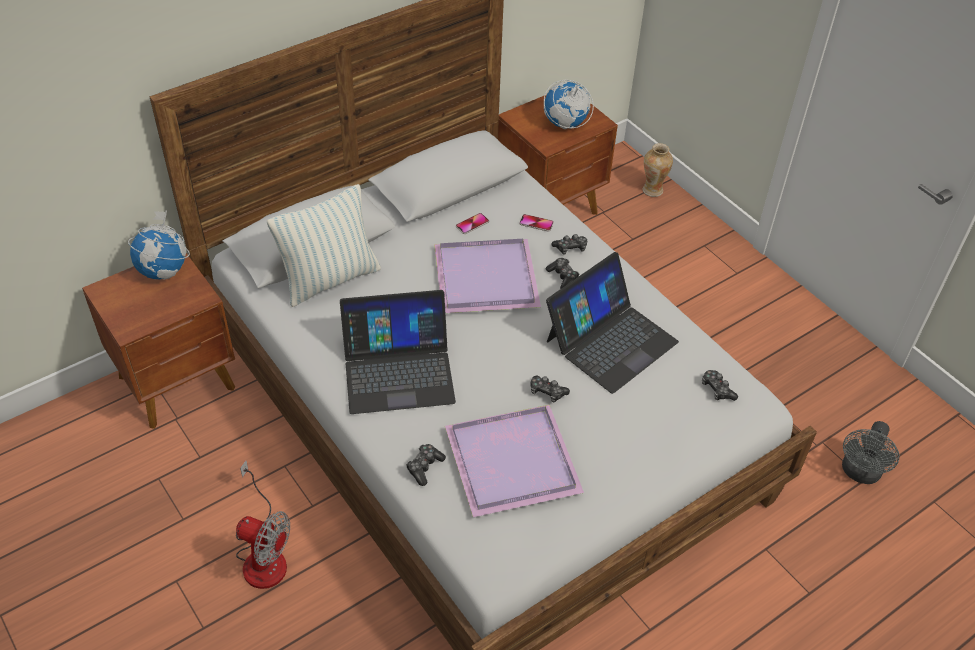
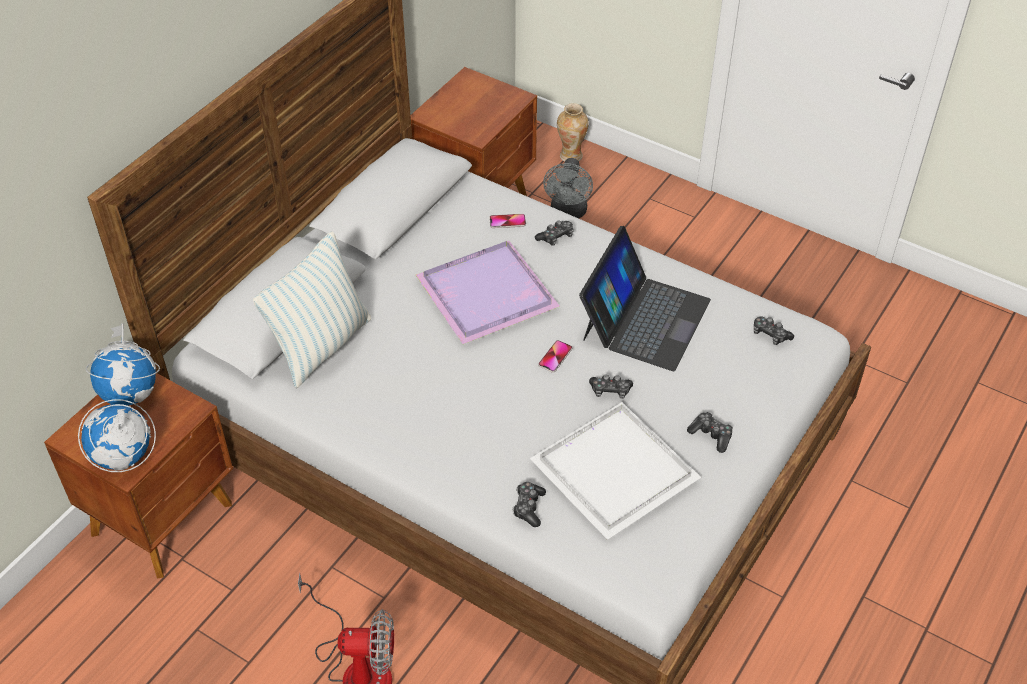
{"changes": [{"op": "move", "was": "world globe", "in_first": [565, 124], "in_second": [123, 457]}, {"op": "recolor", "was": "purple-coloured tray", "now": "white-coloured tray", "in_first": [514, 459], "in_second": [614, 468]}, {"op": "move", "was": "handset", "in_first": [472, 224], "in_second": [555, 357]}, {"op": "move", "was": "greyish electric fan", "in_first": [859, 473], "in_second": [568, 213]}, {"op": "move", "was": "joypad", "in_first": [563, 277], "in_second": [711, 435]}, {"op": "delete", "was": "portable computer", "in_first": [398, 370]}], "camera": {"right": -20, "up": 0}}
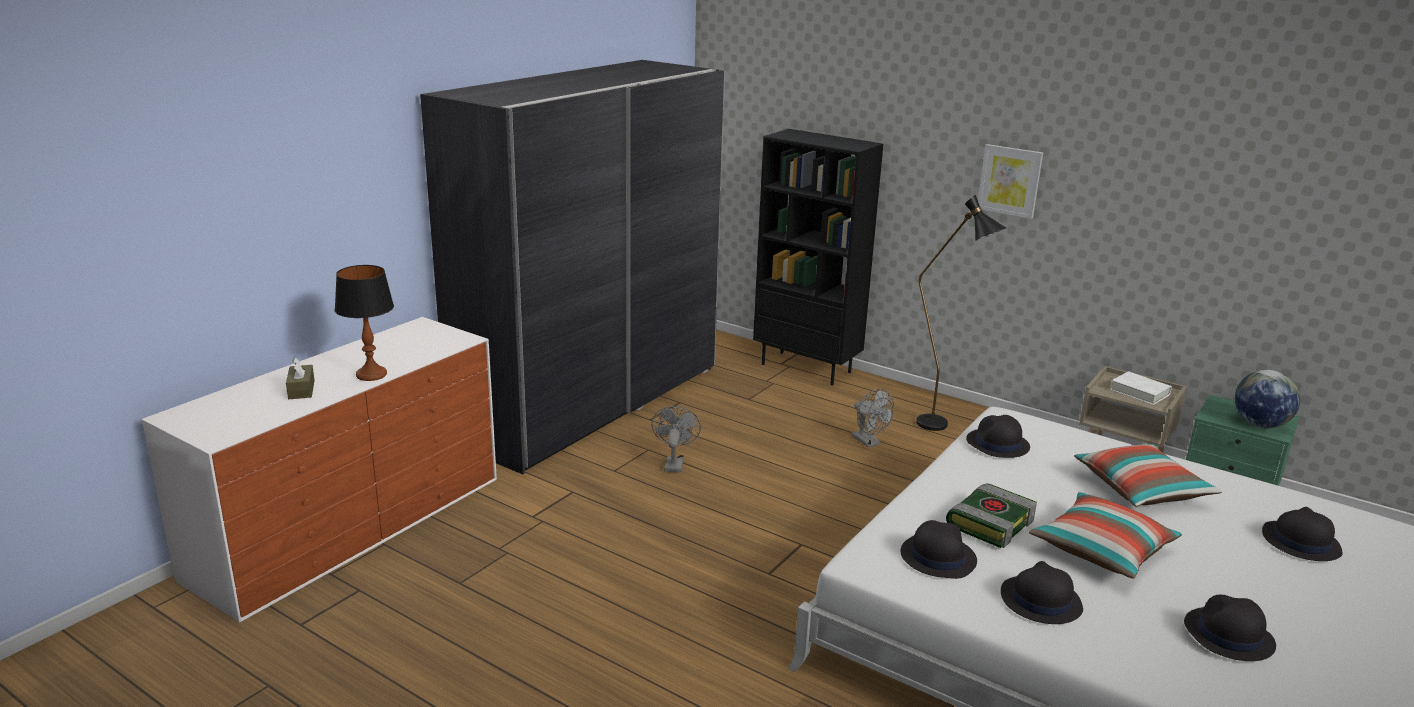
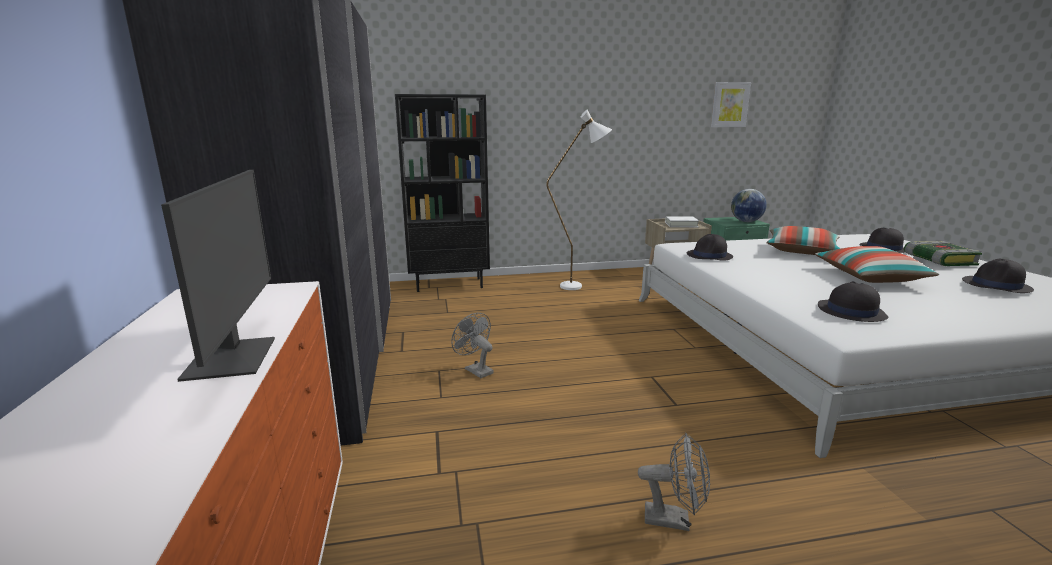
{"changes": [{"op": "replace", "was": "lamp for a table", "now": "computer screen", "in_first": [371, 374], "in_second": [234, 357]}, {"op": "recolor", "was": "blackish floor lamp", "now": "white-coloured floor lamp", "in_first": [942, 427], "in_second": [579, 286]}, {"op": "move", "was": "greyish electric fan", "in_first": [869, 442], "in_second": [674, 520]}, {"op": "move", "was": "picture", "in_first": [1010, 180], "in_second": [730, 105]}, {"op": "move", "was": "bound book", "in_first": [989, 522], "in_second": [938, 260]}, {"op": "delete", "was": "brown tissue holder", "in_first": [301, 389]}, {"op": "delete", "was": "blackish hat", "in_first": [1040, 601]}], "camera": {"right": -45, "up": -5}}
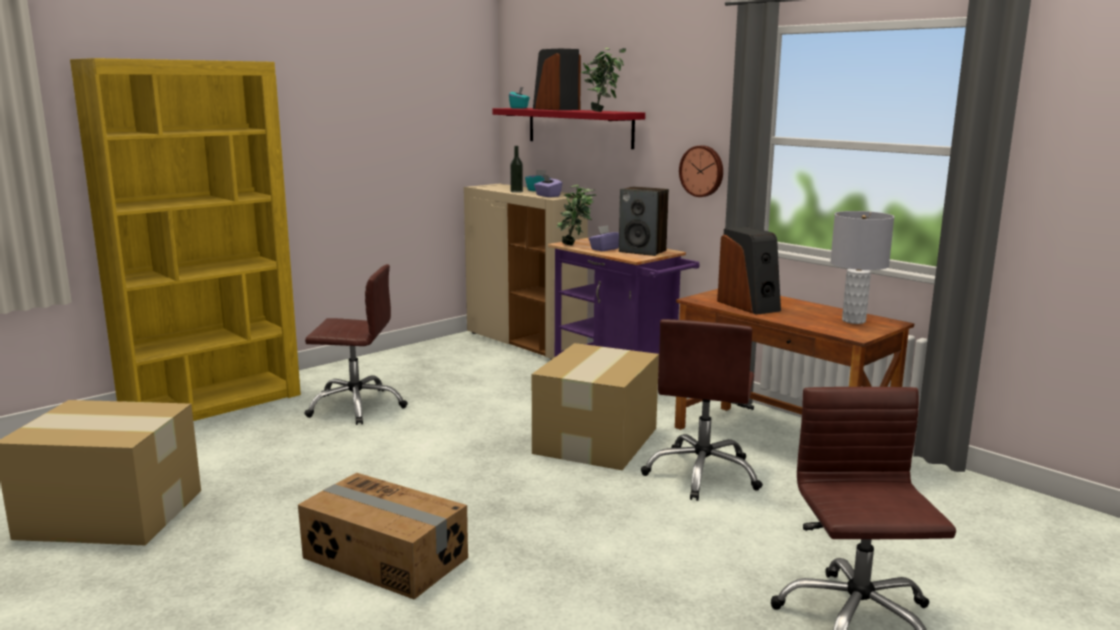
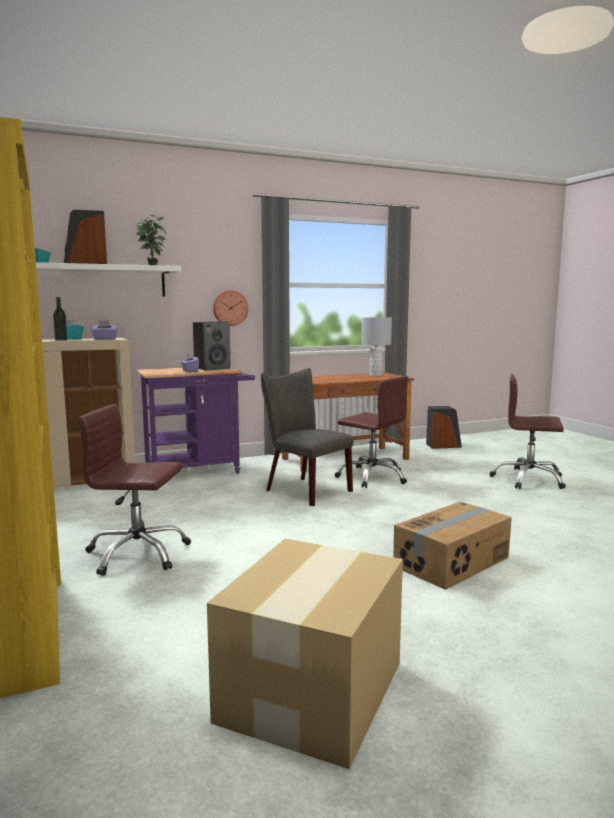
{"changes": [{"op": "recolor", "was": "red wall shelf", "now": "white-coloured wall shelf", "in_first": [579, 127], "in_second": [100, 281]}, {"op": "rotate", "was": "brown office chair", "in_first": [356, 406], "in_second": [137, 554], "clockwise": -105}, {"op": "replace", "was": "cardboard box", "now": "greyish chair", "in_first": [597, 440], "in_second": [303, 490]}, {"op": "move", "was": "audio speaker", "in_first": [749, 305], "in_second": [443, 445]}, {"op": "delete", "was": "houseplant", "in_first": [575, 245]}], "camera": {"right": -70, "up": -5}}
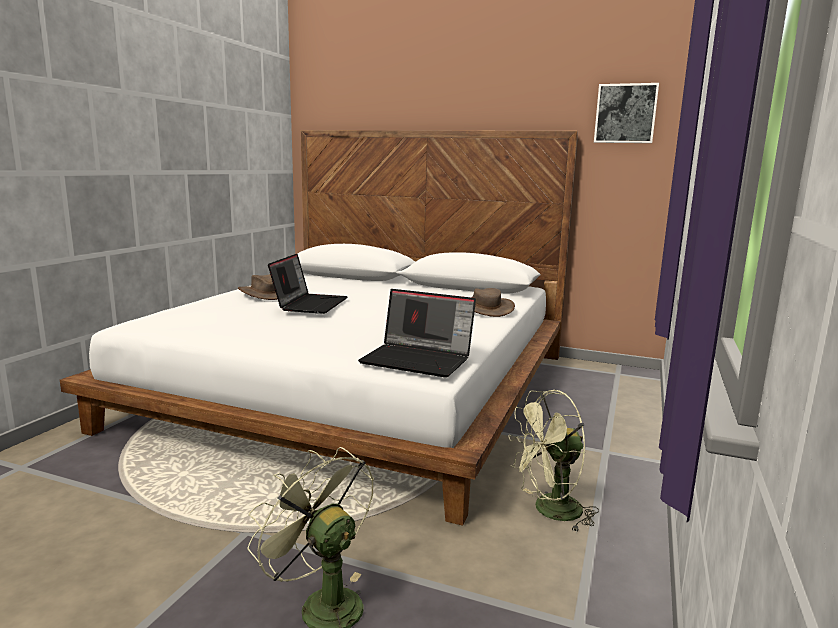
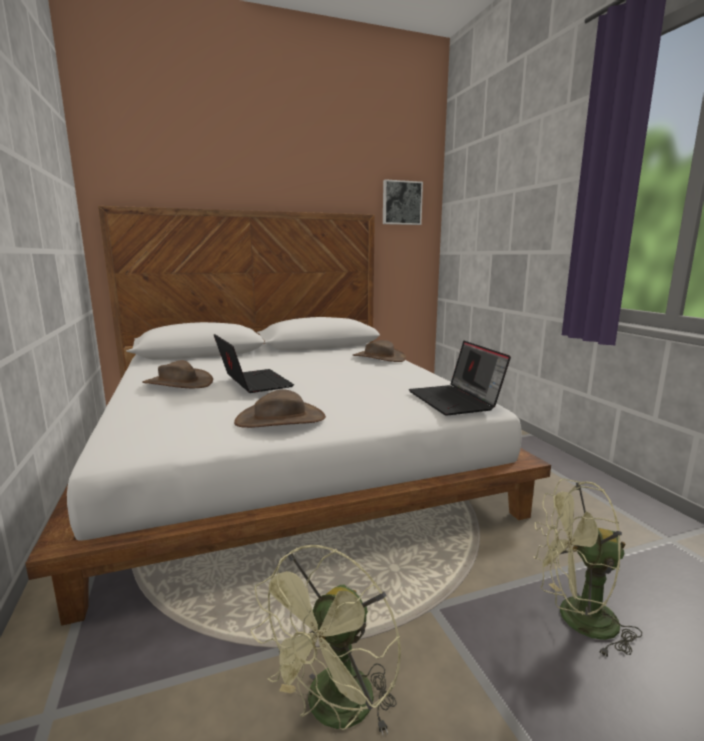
{"changes": [{"op": "insert", "now": "brown hat", "in_second": [280, 419]}, {"op": "move", "was": "green-coloured electric fan", "in_first": [549, 511], "in_second": [334, 712]}, {"op": "rotate", "was": "portable computer", "in_first": [419, 359], "in_second": [456, 400], "clockwise": 90}], "camera": {"right": -40, "up": 0}}
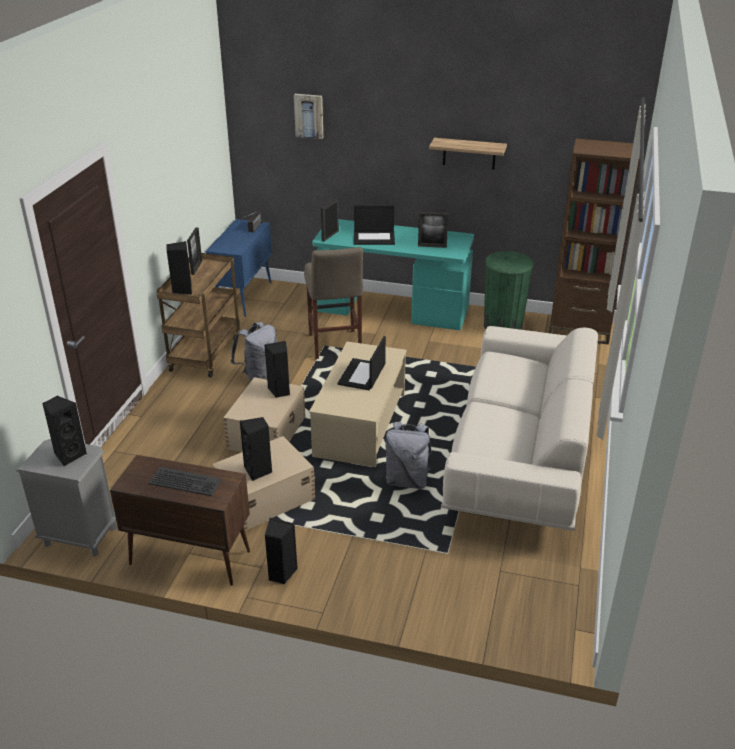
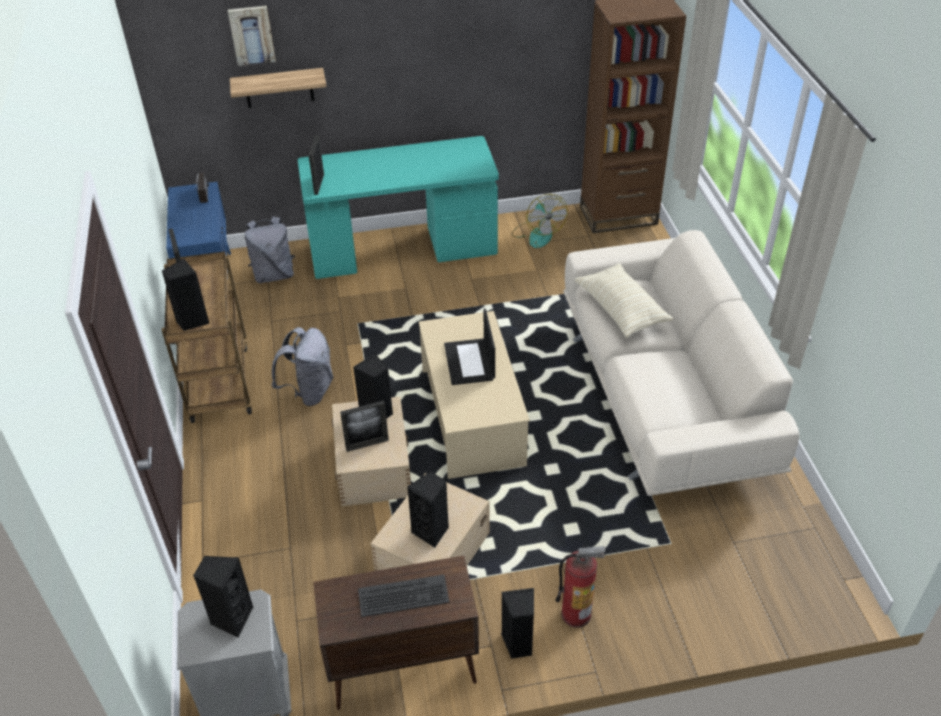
{"changes": [{"op": "move", "was": "wall shelf", "in_first": [469, 153], "in_second": [279, 88]}, {"op": "move", "was": "greyish backpack", "in_first": [407, 480], "in_second": [274, 275]}, {"op": "move", "was": "standing frame", "in_first": [432, 246], "in_second": [367, 444]}, {"op": "replace", "was": "green-coloured rubbish bin", "now": "electric fan", "in_first": [503, 326], "in_second": [537, 234]}, {"op": "insert", "now": "fire extinguisher", "in_second": [576, 614]}, {"op": "insert", "now": "beige throw pillow", "in_second": [621, 310]}, {"op": "delete", "was": "beige stool", "in_first": [335, 346]}, {"op": "delete", "was": "portable computer", "in_first": [374, 238]}], "camera": {"right": -25, "up": 10}}
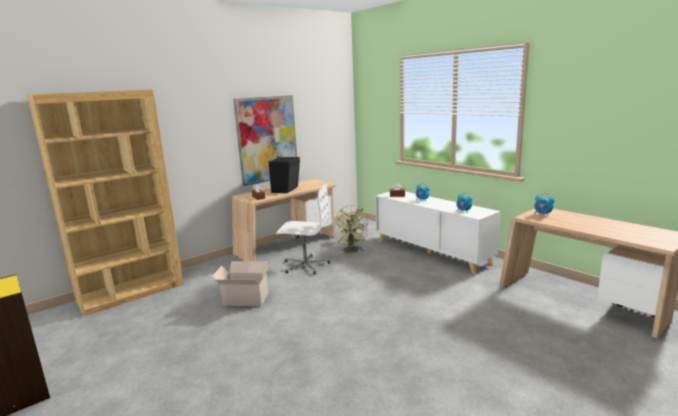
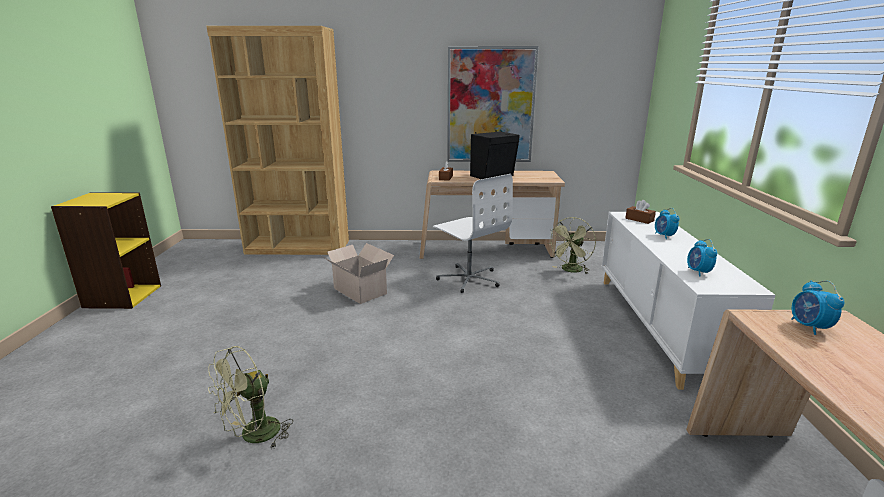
{"changes": [{"op": "move", "was": "green-coloured electric fan", "in_first": [351, 251], "in_second": [253, 436]}], "camera": {"right": 40, "up": 5}}
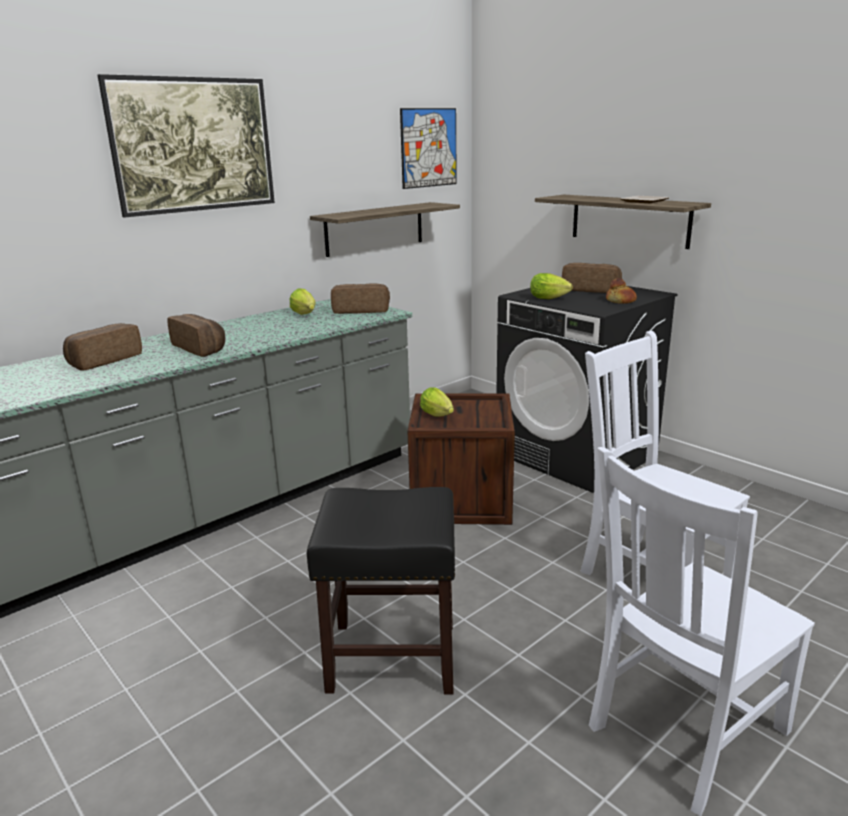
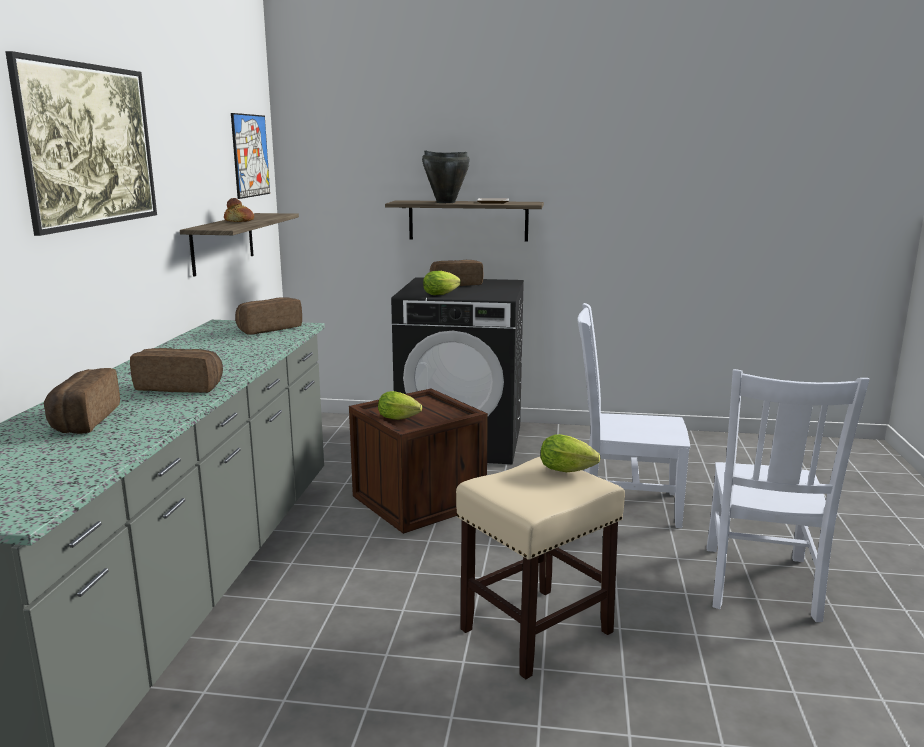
{"changes": [{"op": "move", "was": "baked bread", "in_first": [621, 301], "in_second": [239, 221]}, {"op": "insert", "now": "blackish saucepot", "in_second": [445, 202]}, {"op": "recolor", "was": "blackish stool", "now": "beige stool", "in_first": [390, 657], "in_second": [535, 631]}, {"op": "move", "was": "lettuce", "in_first": [305, 315], "in_second": [570, 471]}], "camera": {"right": -40, "up": -5}}
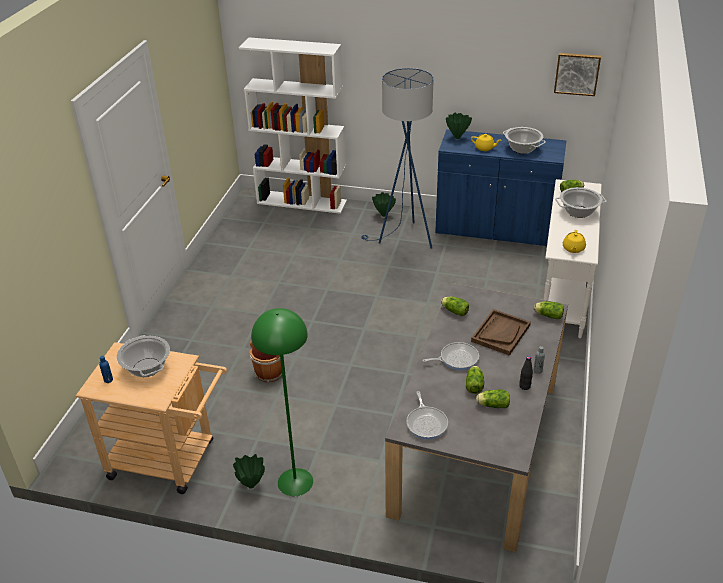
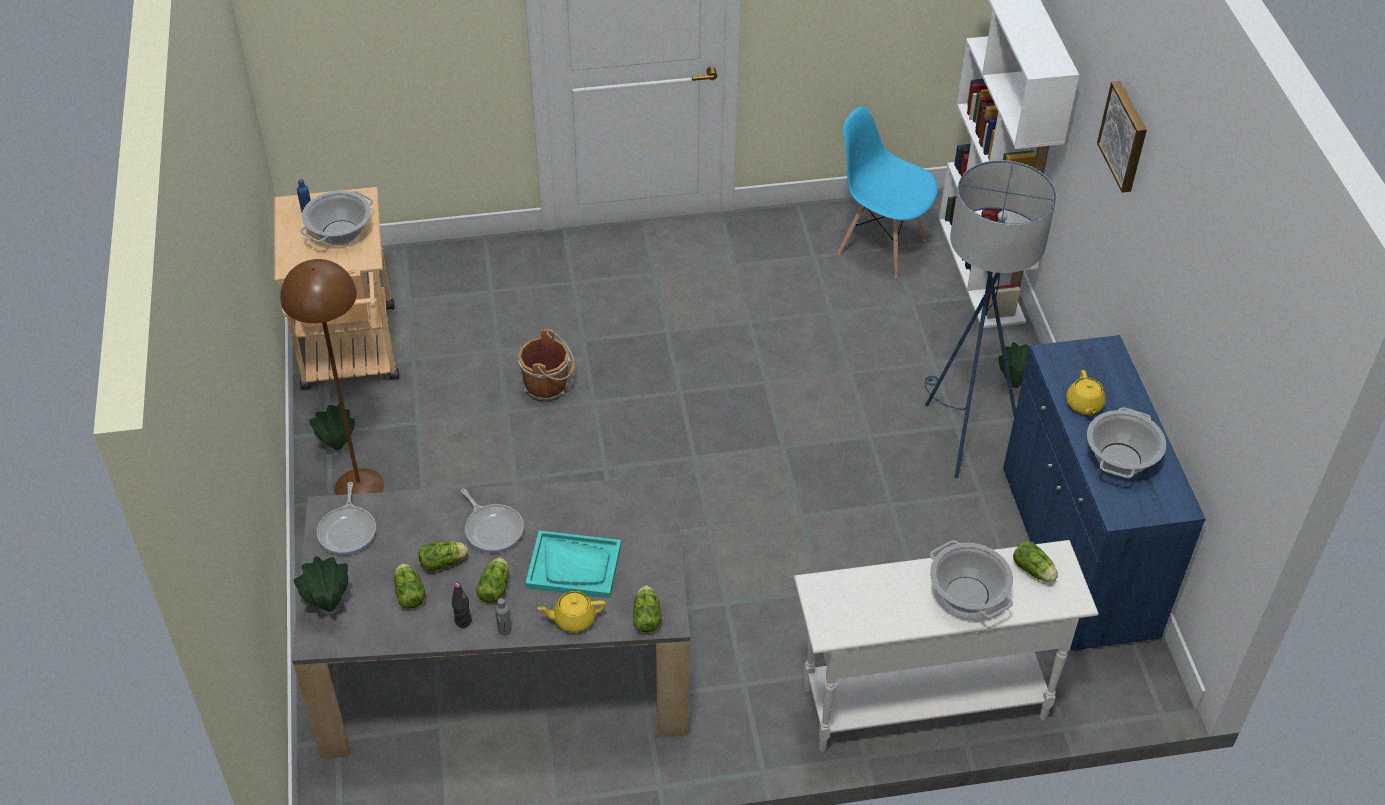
{"changes": [{"op": "recolor", "was": "green-coloured floor lamp", "now": "brown floor lamp", "in_first": [295, 482], "in_second": [358, 486]}, {"op": "move", "was": "green-coloured flower vase", "in_first": [457, 137], "in_second": [329, 606]}, {"op": "rotate", "was": "frying pan", "in_first": [426, 423], "in_second": [348, 530], "clockwise": -60}, {"op": "move", "was": "lettuce", "in_first": [454, 311], "in_second": [495, 586]}, {"op": "recolor", "was": "brown tray", "now": "turquoise-coloured tray", "in_first": [500, 333], "in_second": [574, 566]}, {"op": "move", "was": "yellowish pot for tea", "in_first": [573, 248], "in_second": [573, 619]}, {"op": "insert", "now": "blue-coloured chair", "in_second": [881, 246]}, {"op": "move", "was": "picture", "in_first": [577, 73], "in_second": [1125, 136]}], "camera": {"right": 65, "up": 10}}
